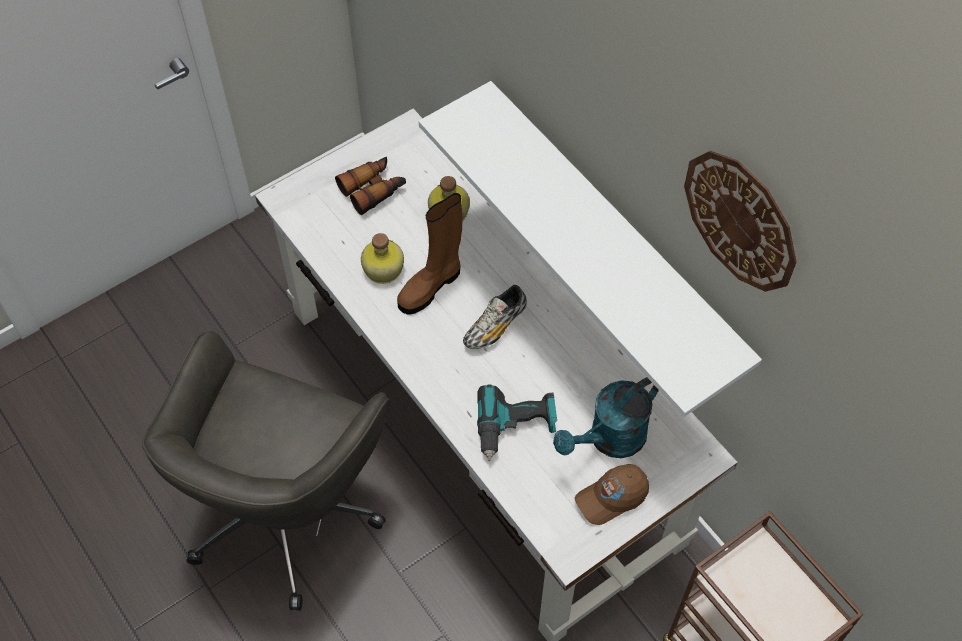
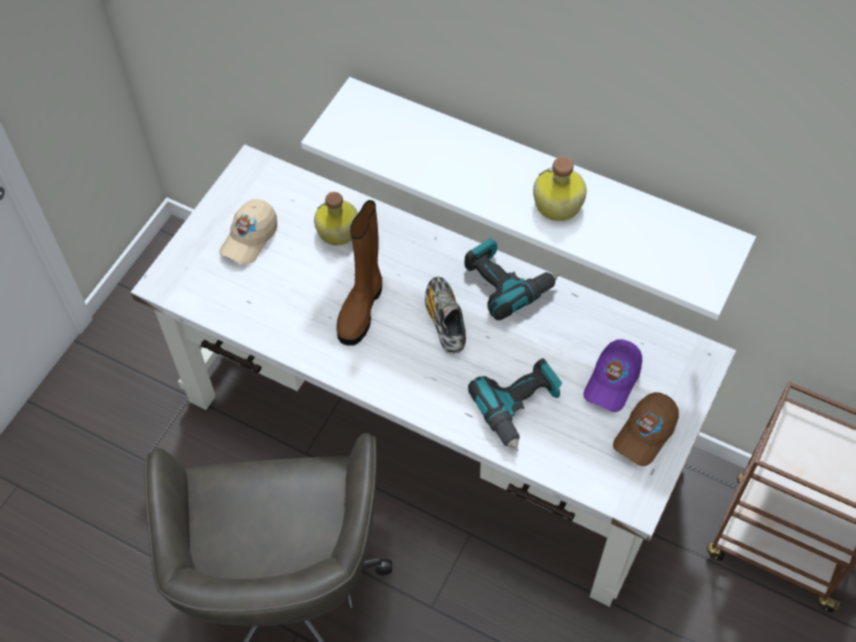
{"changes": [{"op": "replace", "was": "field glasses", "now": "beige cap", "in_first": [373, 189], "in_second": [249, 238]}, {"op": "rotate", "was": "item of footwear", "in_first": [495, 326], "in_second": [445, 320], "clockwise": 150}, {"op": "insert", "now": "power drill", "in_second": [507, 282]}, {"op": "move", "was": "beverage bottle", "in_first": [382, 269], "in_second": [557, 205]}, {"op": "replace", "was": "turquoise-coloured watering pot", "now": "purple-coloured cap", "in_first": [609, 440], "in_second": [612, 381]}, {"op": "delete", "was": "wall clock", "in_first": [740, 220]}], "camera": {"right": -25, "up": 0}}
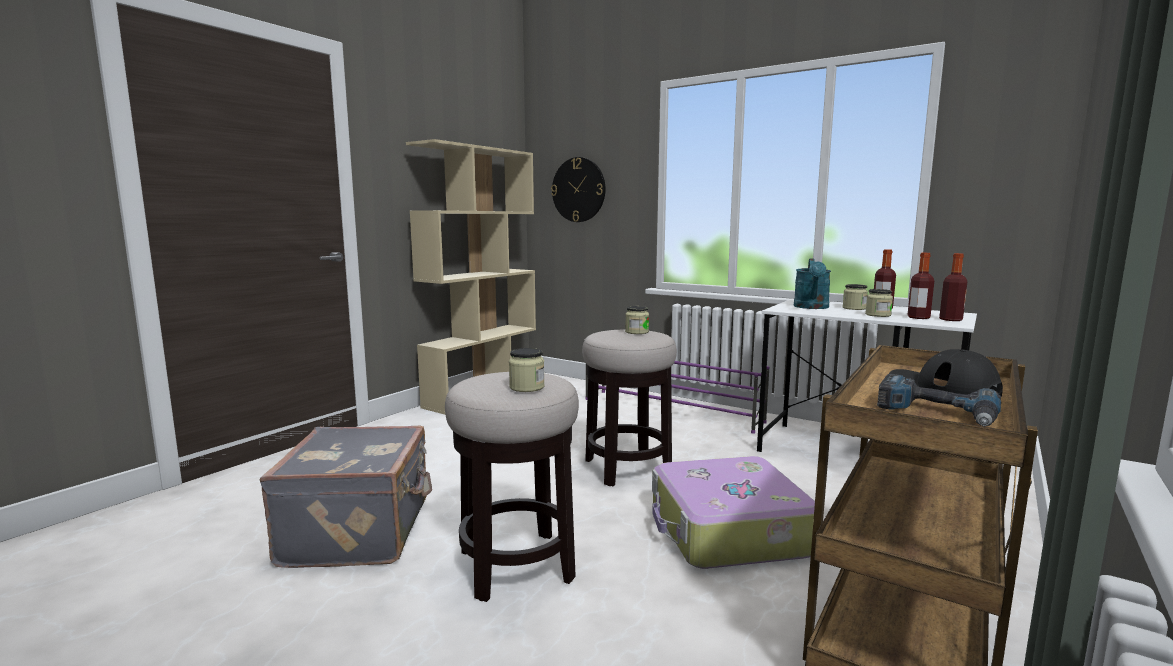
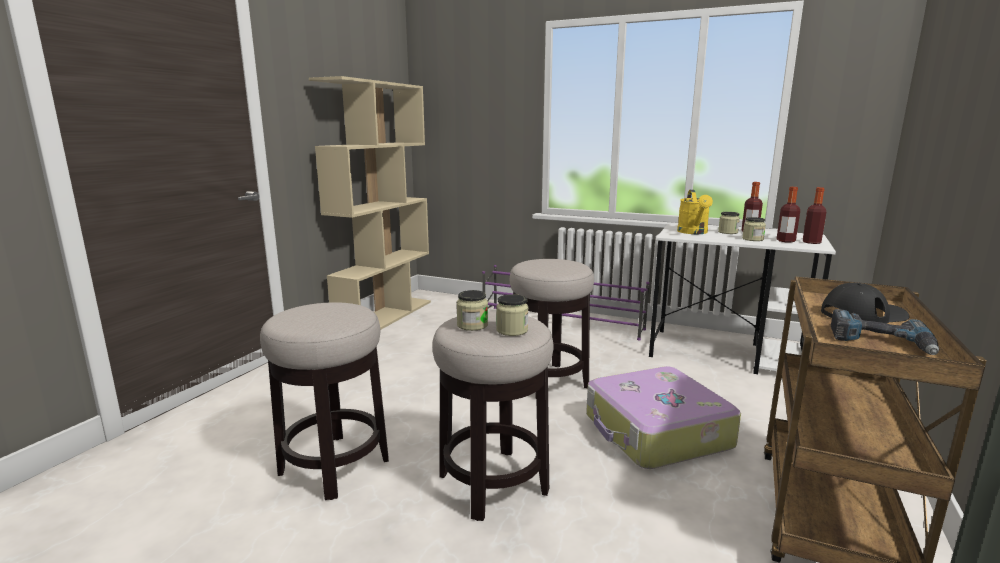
{"changes": [{"op": "replace", "was": "greyish piece of luggage", "now": "stool", "in_first": [360, 531], "in_second": [334, 466]}, {"op": "move", "was": "preserve jar", "in_first": [637, 332], "in_second": [472, 325]}, {"op": "recolor", "was": "turquoise-coloured watering pot", "now": "yellowish watering pot", "in_first": [811, 307], "in_second": [694, 232]}, {"op": "rotate", "was": "blackish cap", "in_first": [942, 387], "in_second": [863, 314], "clockwise": 120}, {"op": "delete", "was": "wall clock", "in_first": [578, 190]}], "camera": {"right": -10, "up": 5}}
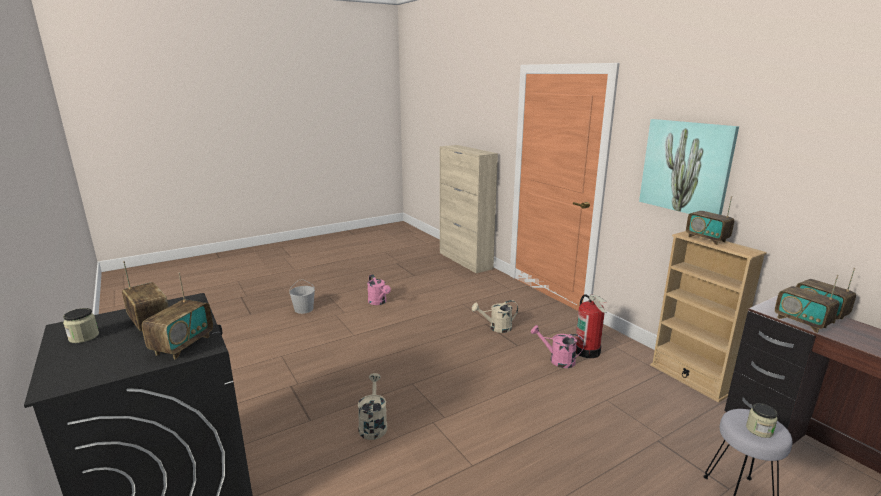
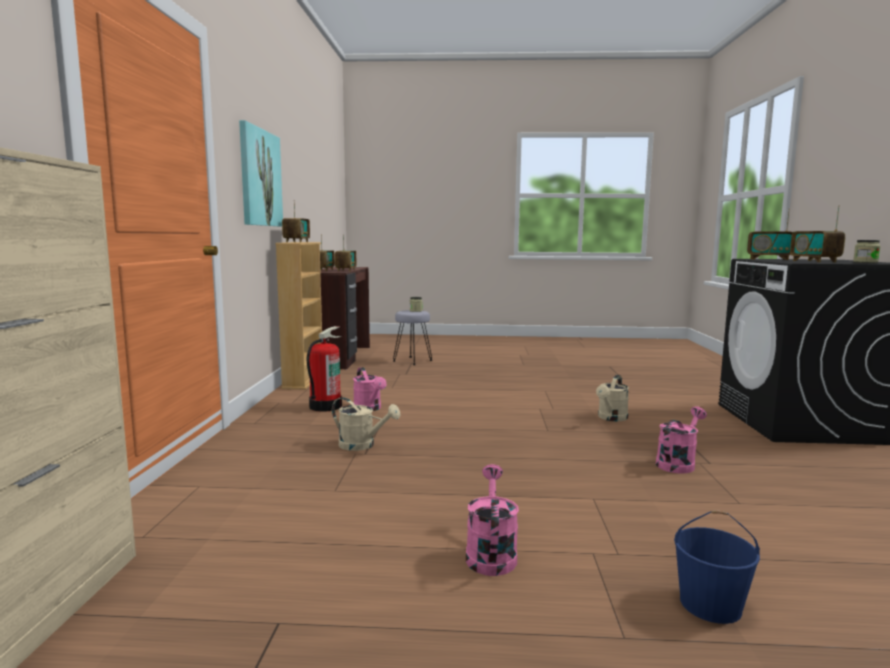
{"changes": [{"op": "insert", "now": "pink-coloured watering pot", "in_second": [678, 463]}, {"op": "recolor", "was": "white-coloured bucket", "now": "blue-coloured bucket", "in_first": [303, 309], "in_second": [711, 604]}, {"op": "rotate", "was": "radio", "in_first": [182, 345], "in_second": [768, 259], "clockwise": -120}], "camera": {"right": -145, "up": -10}}
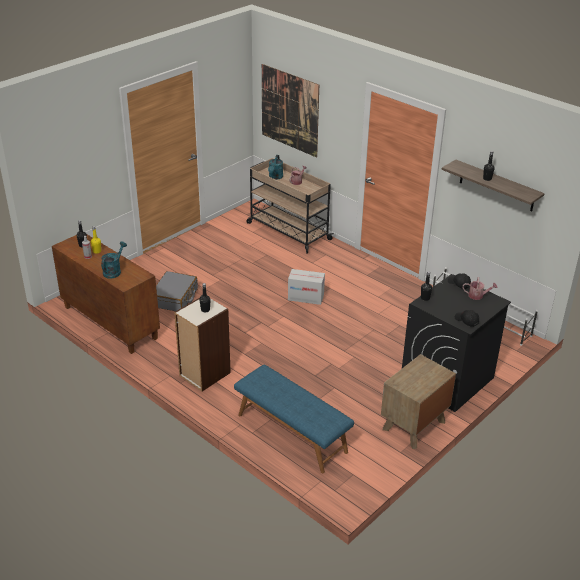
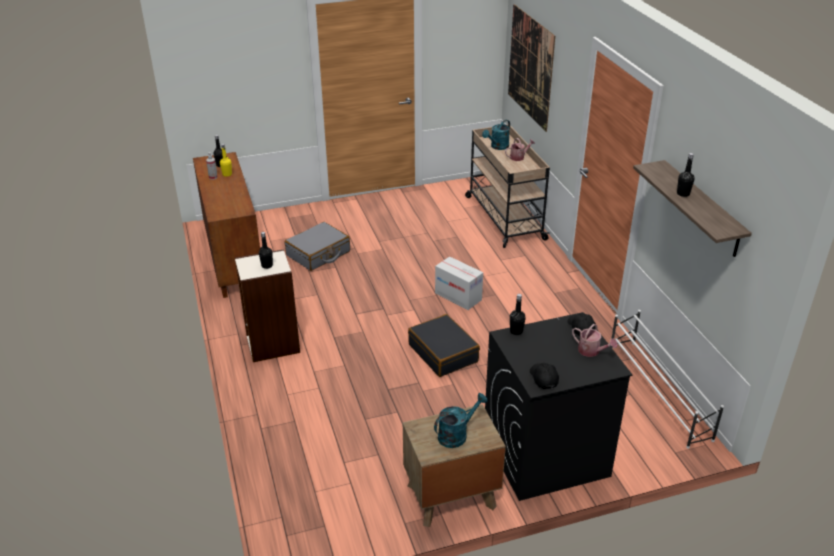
{"changes": [{"op": "insert", "now": "blackish piece of luggage", "in_second": [443, 353]}, {"op": "move", "was": "turquoise-coloured watering pot", "in_first": [114, 271], "in_second": [457, 434]}, {"op": "delete", "was": "blue-coloured bench", "in_first": [291, 433]}], "camera": {"right": 30, "up": 0}}
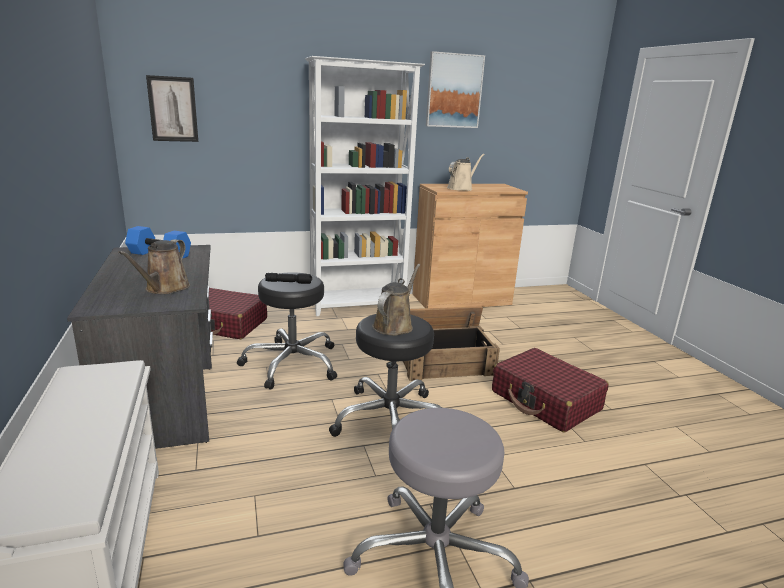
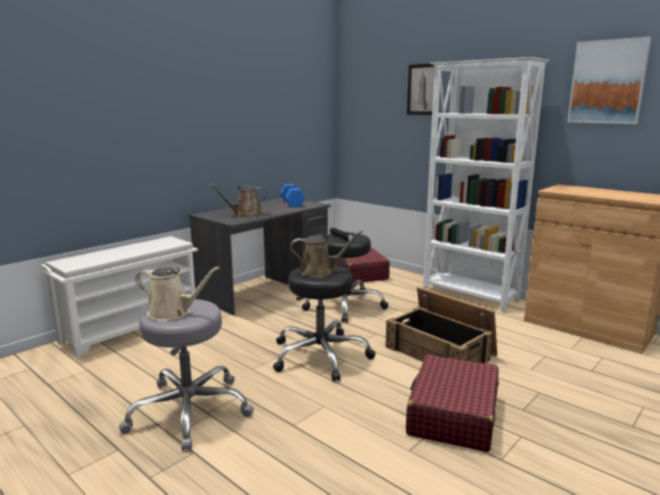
{"changes": [{"op": "move", "was": "beige watering pot", "in_first": [461, 188], "in_second": [172, 312]}, {"op": "move", "was": "picture", "in_first": [173, 109], "in_second": [422, 89]}], "camera": {"right": 60, "up": -5}}
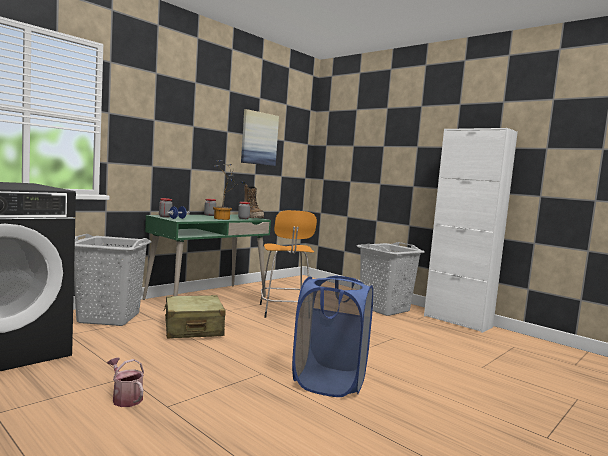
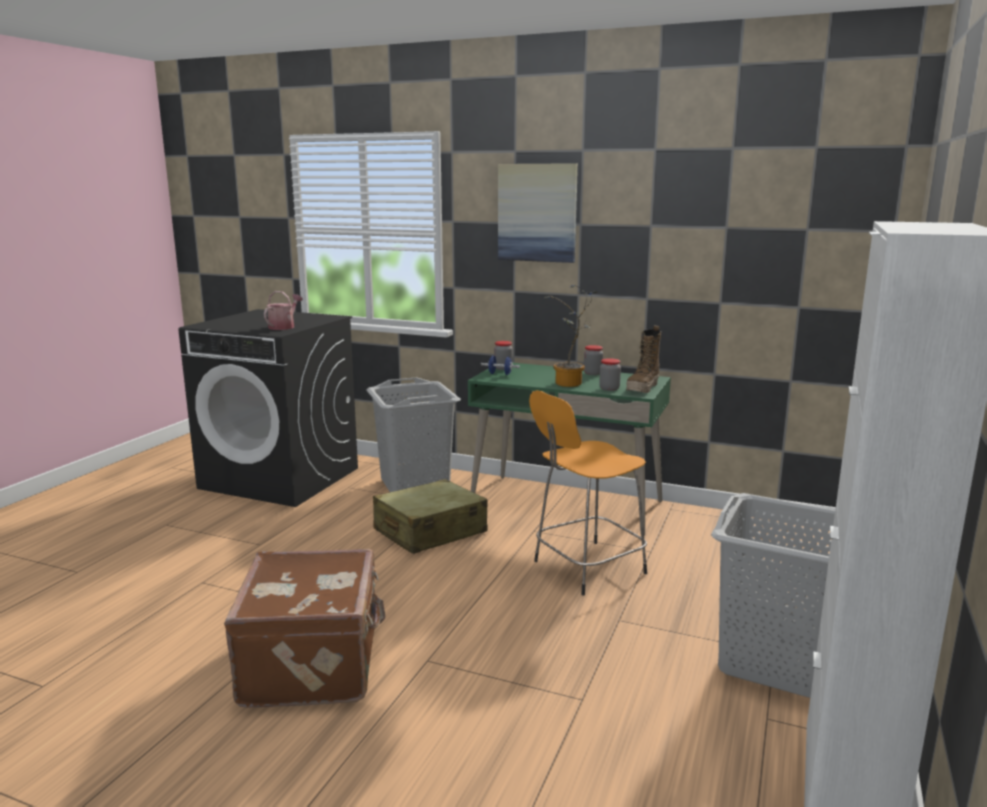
{"changes": [{"op": "replace", "was": "blue-coloured laundry basket", "now": "brown piece of luggage", "in_first": [329, 382], "in_second": [315, 664]}, {"op": "move", "was": "watering pot", "in_first": [125, 398], "in_second": [284, 327]}, {"op": "move", "was": "picture", "in_first": [259, 138], "in_second": [537, 213]}], "camera": {"right": 70, "up": 10}}
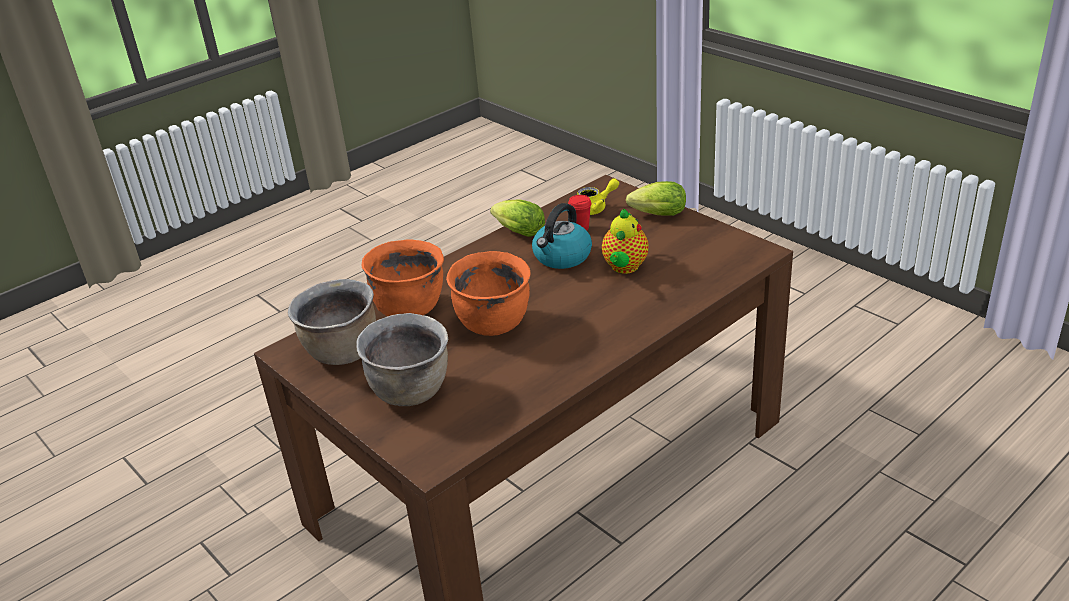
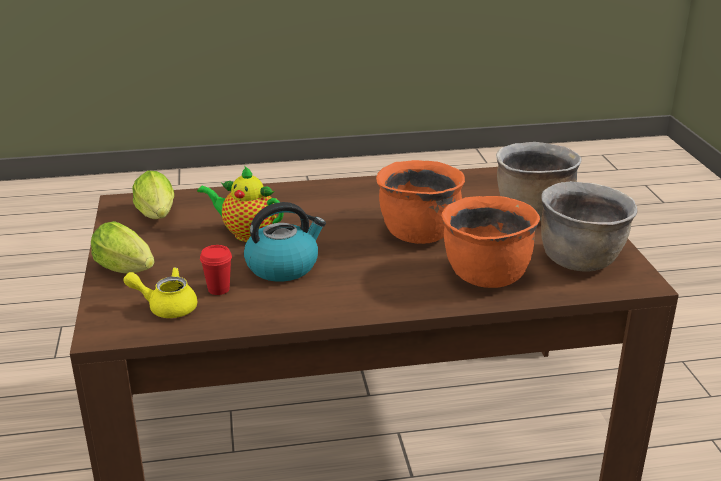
{"changes": [{"op": "move", "was": "lettuce", "in_first": [517, 232], "in_second": [158, 217]}, {"op": "rotate", "was": "pot for tea", "in_first": [624, 268], "in_second": [246, 234], "clockwise": -120}], "camera": {"right": -150, "up": -5}}
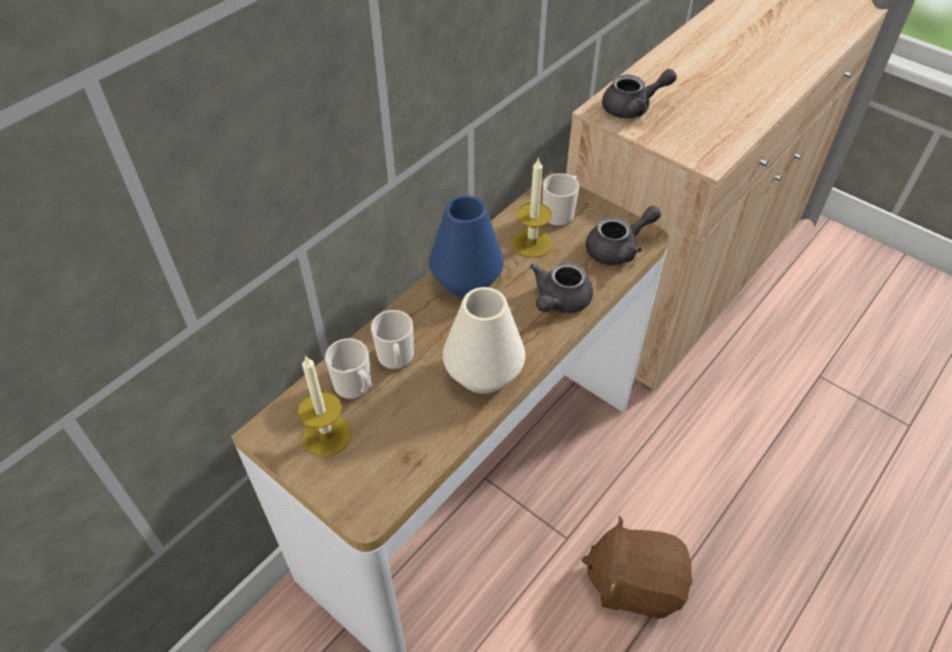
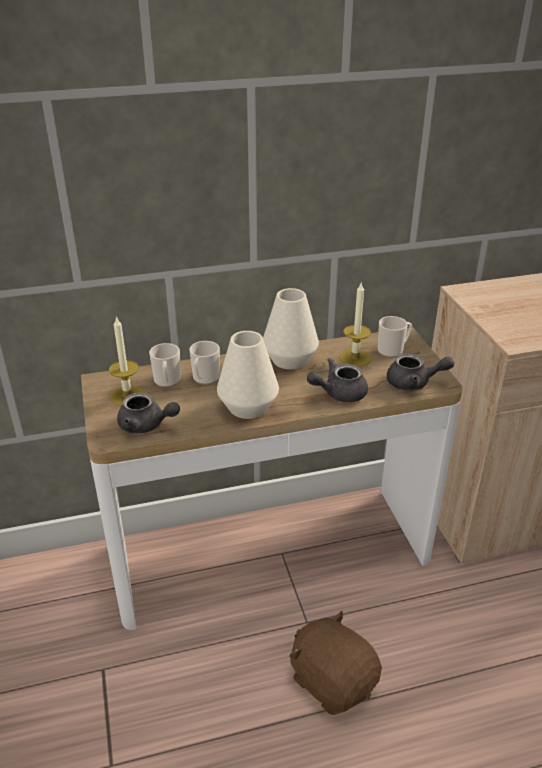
{"changes": [{"op": "move", "was": "greyish pot for tea", "in_first": [633, 108], "in_second": [146, 425]}, {"op": "recolor", "was": "blue-coloured flower vase", "now": "white-coloured flower vase", "in_first": [466, 281], "in_second": [289, 360]}], "camera": {"right": 35, "up": -15}}
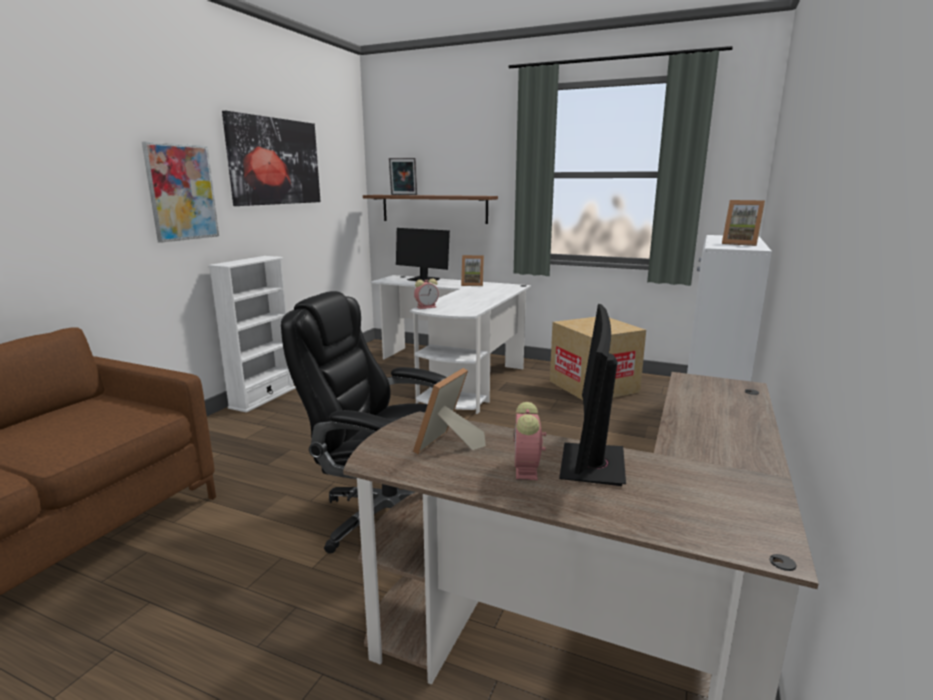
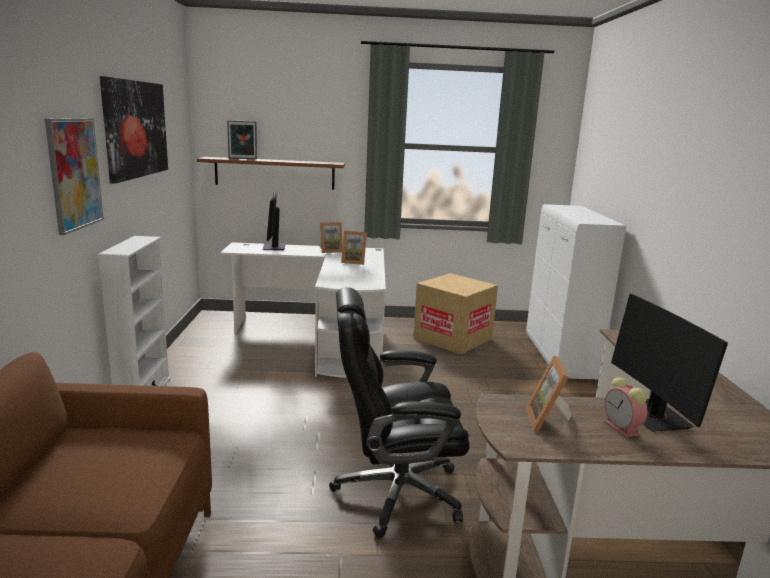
{"changes": [{"op": "rotate", "was": "computer screen", "in_first": [423, 280], "in_second": [274, 247], "clockwise": 75}, {"op": "move", "was": "standing frame", "in_first": [740, 244], "in_second": [354, 262]}, {"op": "delete", "was": "table clock", "in_first": [427, 307]}], "camera": {"right": -25, "up": 0}}
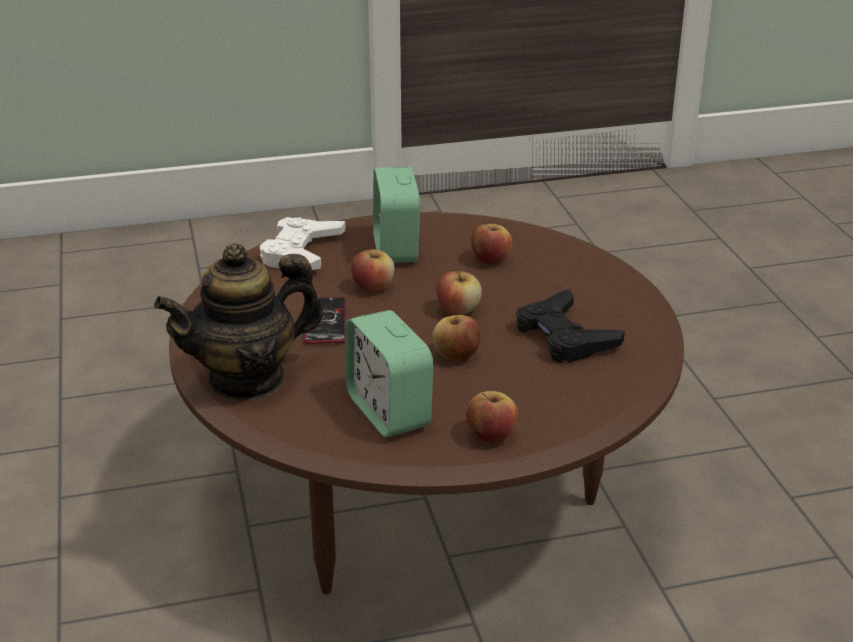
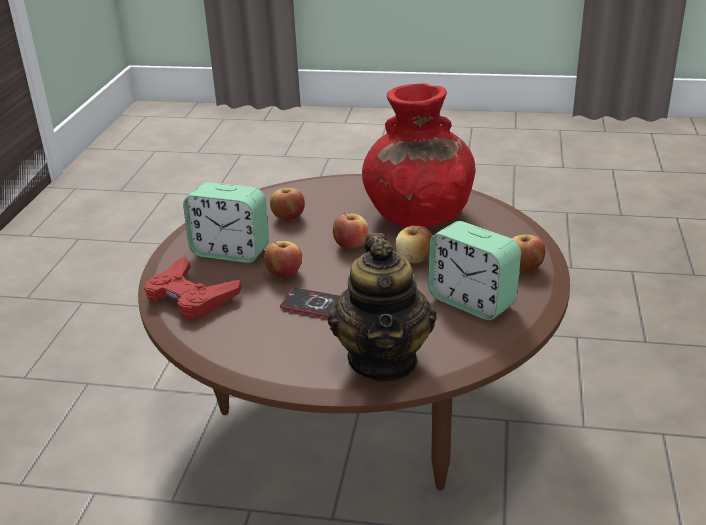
{"changes": [{"op": "recolor", "was": "white-coloured joypad", "now": "red joypad", "in_first": [301, 252], "in_second": [190, 297]}, {"op": "replace", "was": "blackish joypad", "now": "red flower vase", "in_first": [564, 336], "in_second": [417, 215]}, {"op": "rotate", "was": "table clock", "in_first": [388, 411], "in_second": [472, 301], "clockwise": 45}], "camera": {"right": -65, "up": 0}}
